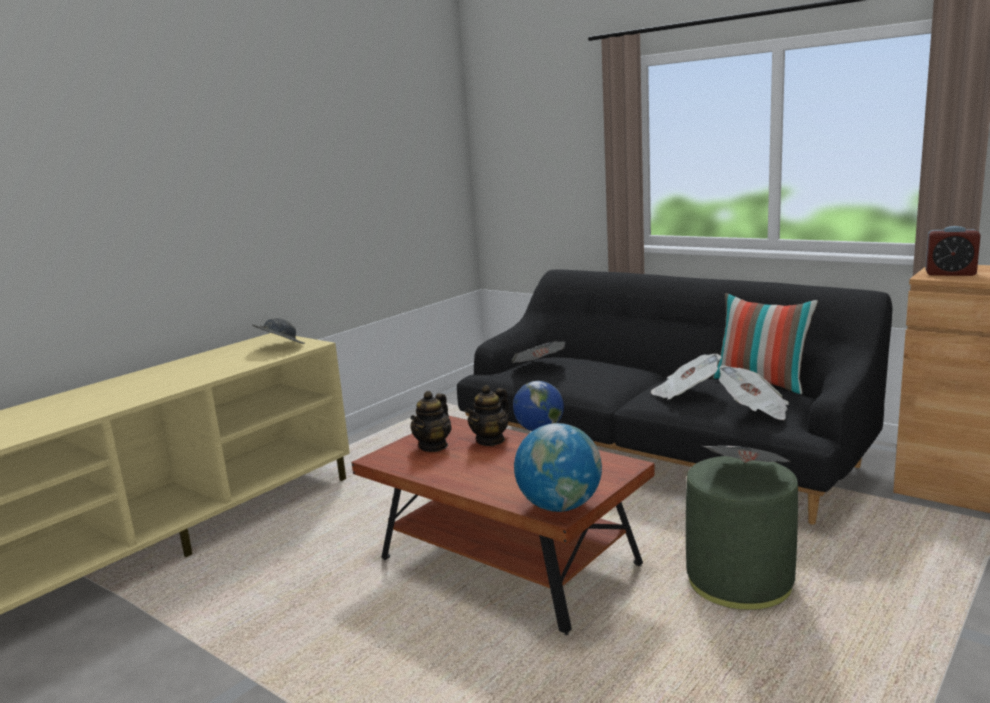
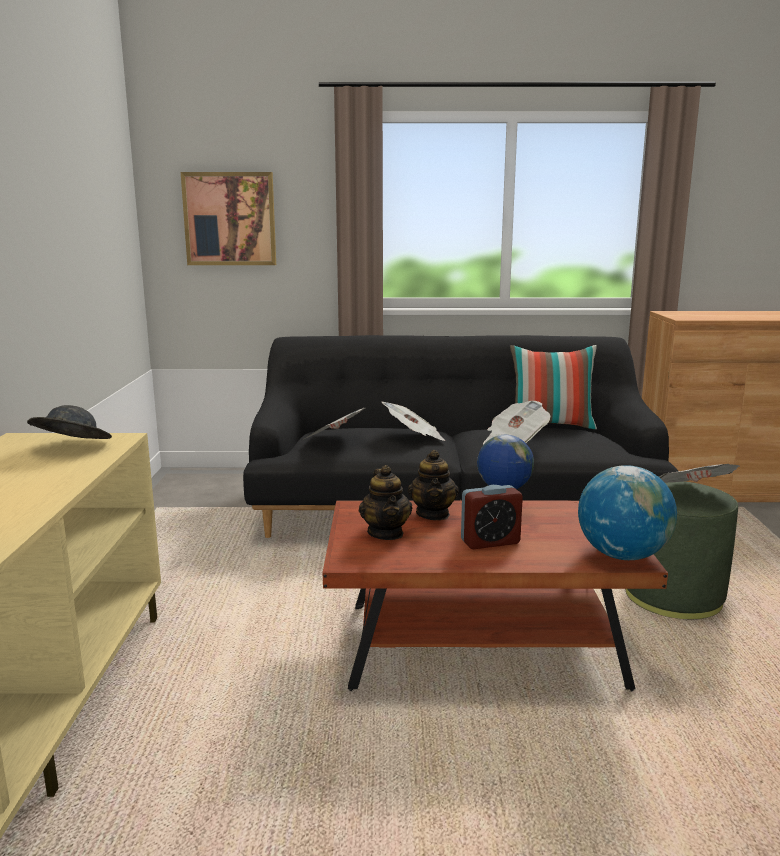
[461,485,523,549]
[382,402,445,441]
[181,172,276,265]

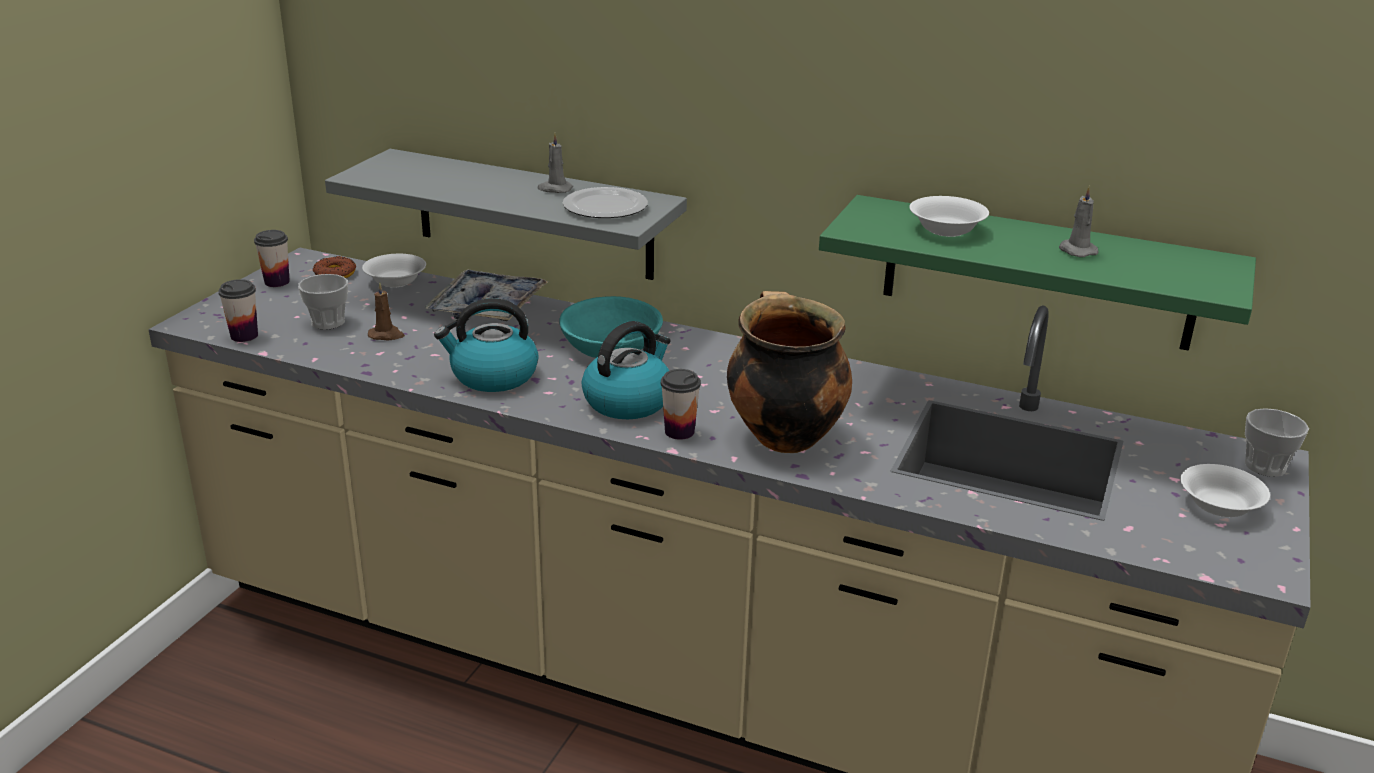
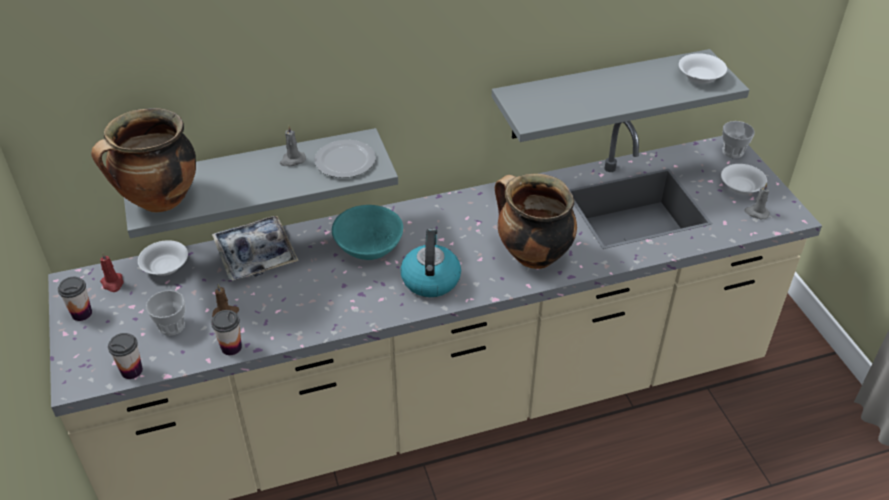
[744,183,770,219]
[492,49,749,142]
[679,53,727,84]
[100,252,124,292]
[434,298,538,392] (first image)
[211,310,242,355]
[91,108,196,213]

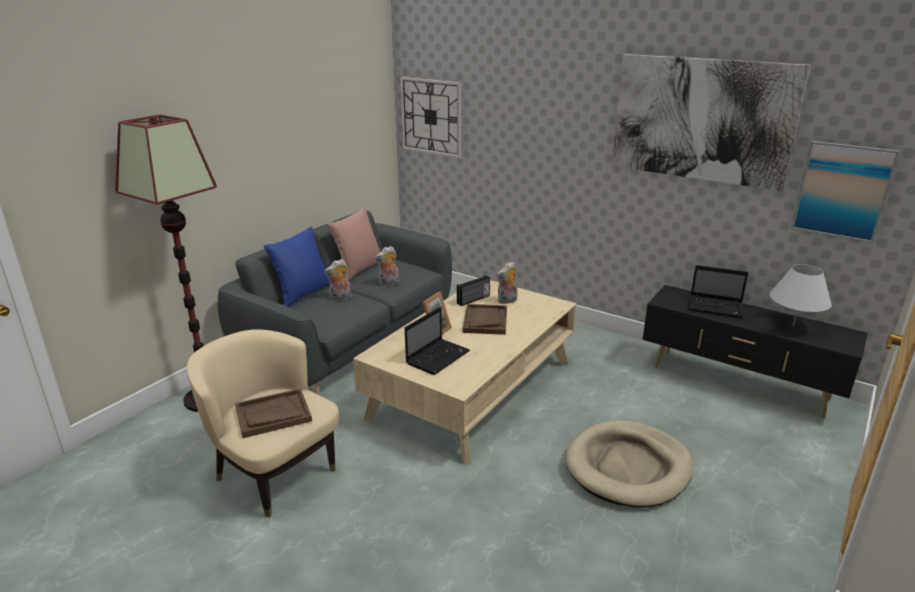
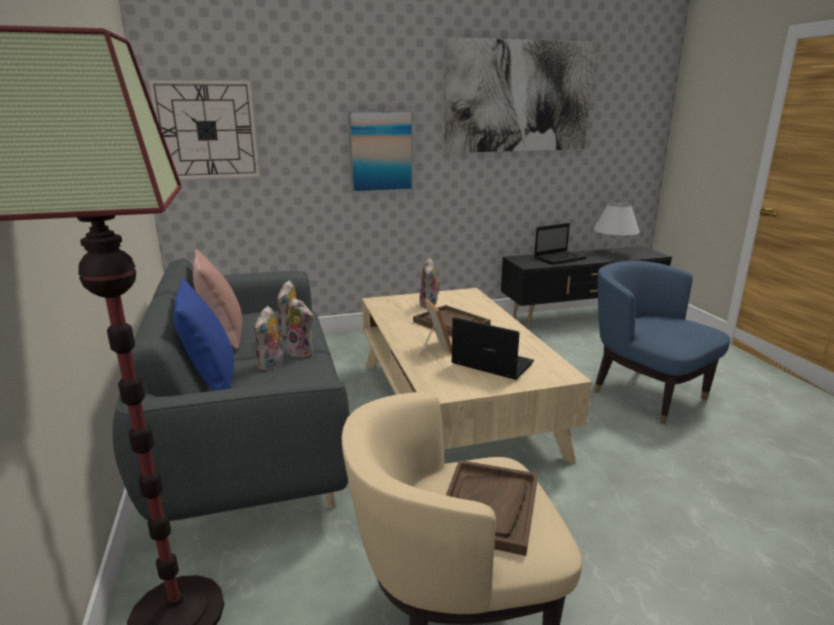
[348,110,413,193]
[457,275,490,306] (first image)
[451,317,534,380]
[593,260,730,424]
[287,298,314,358]

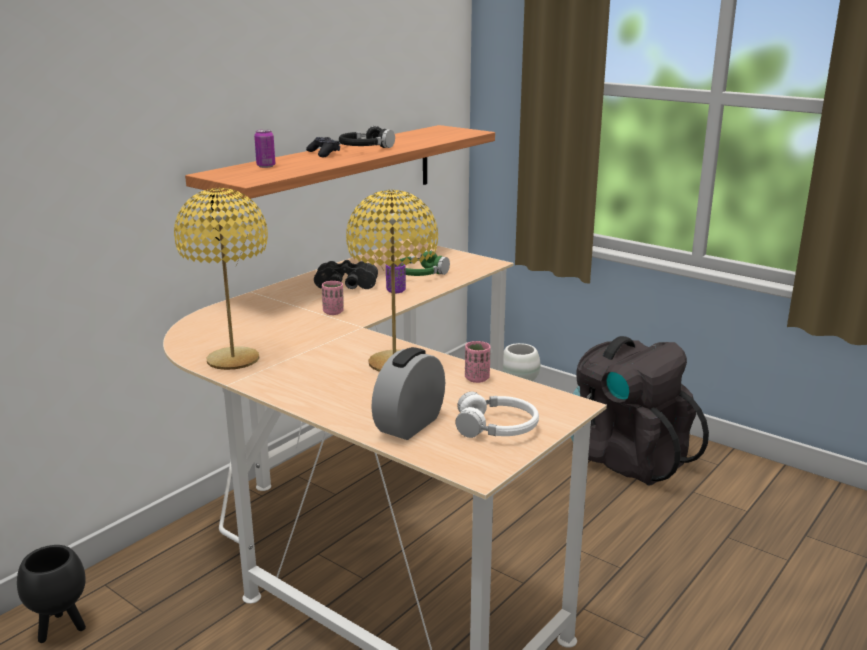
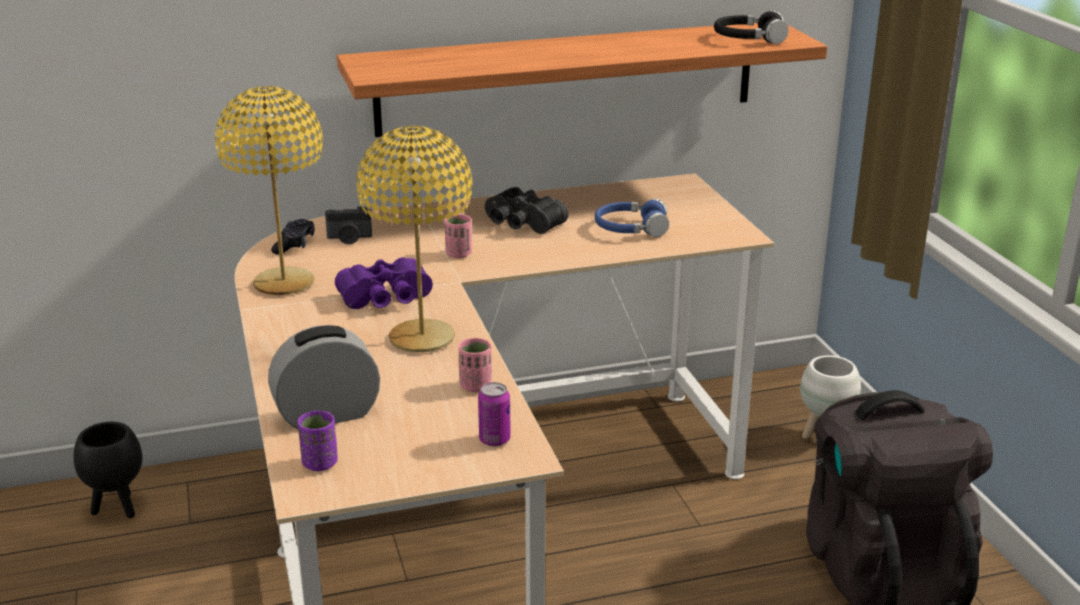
[714,10,789,44]
[478,382,511,447]
[271,219,315,254]
[595,199,669,237]
[298,411,338,471]
[456,392,539,438] (first image)
[325,206,372,244]
[335,257,433,309]

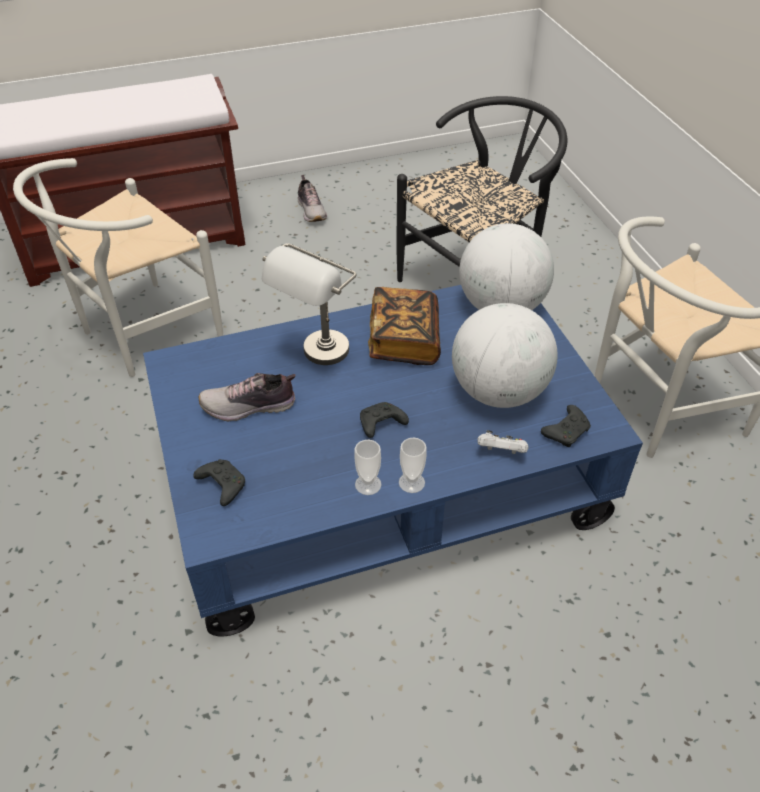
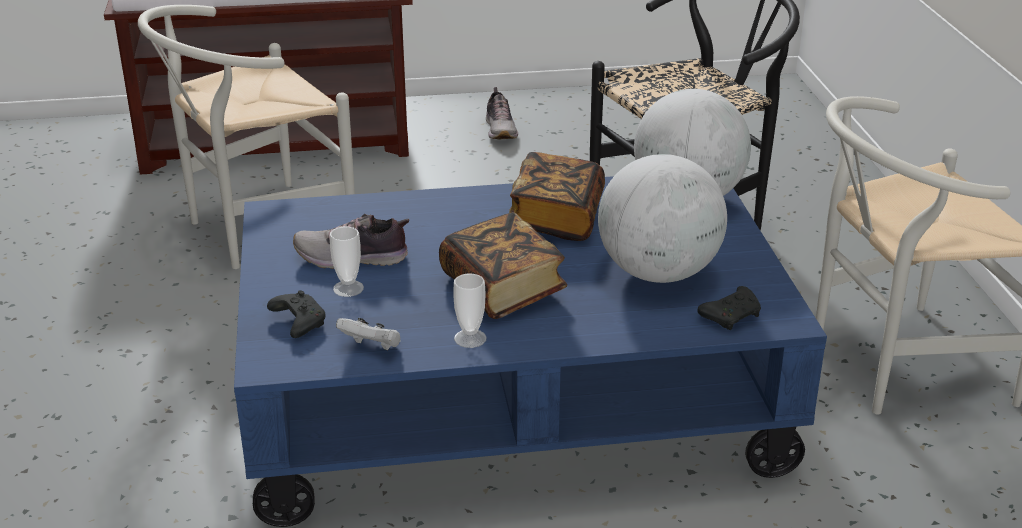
[262,243,357,365] (first image)
[439,212,567,319]
[336,318,401,350]
[330,227,364,297]

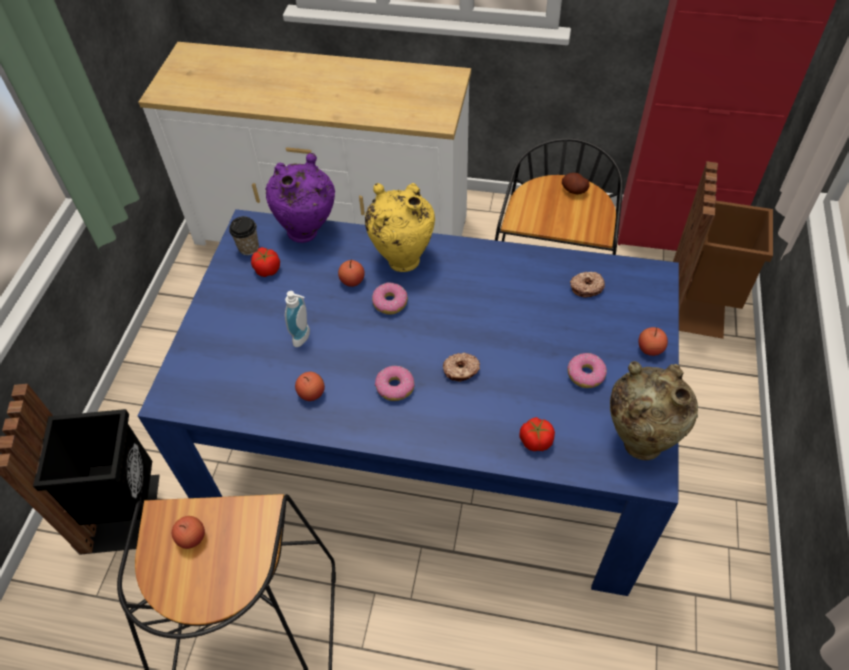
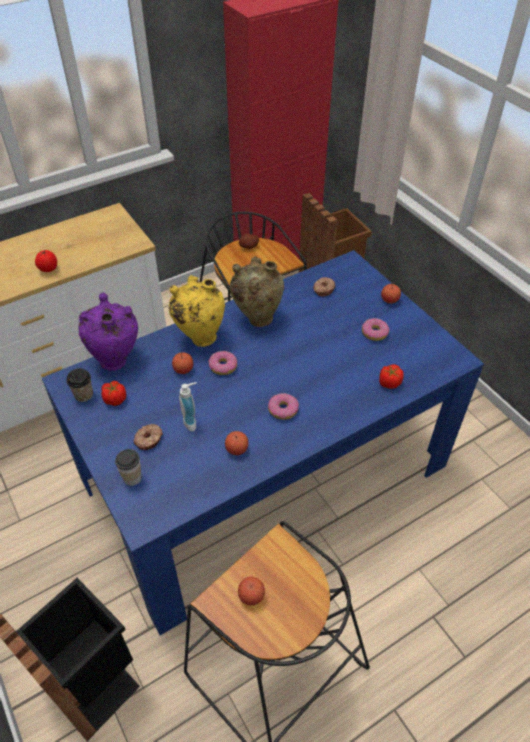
[133,424,163,450]
[229,256,284,327]
[35,250,57,272]
[115,449,141,486]

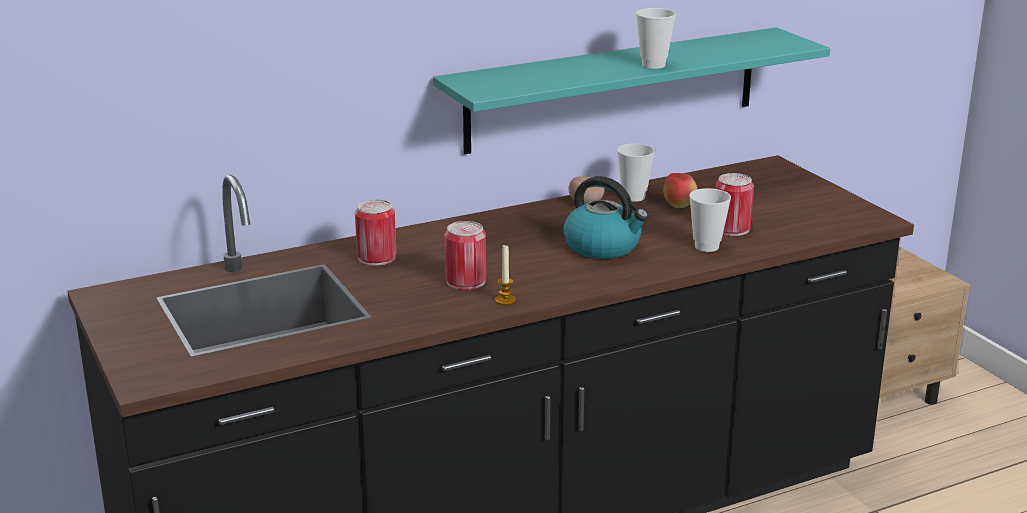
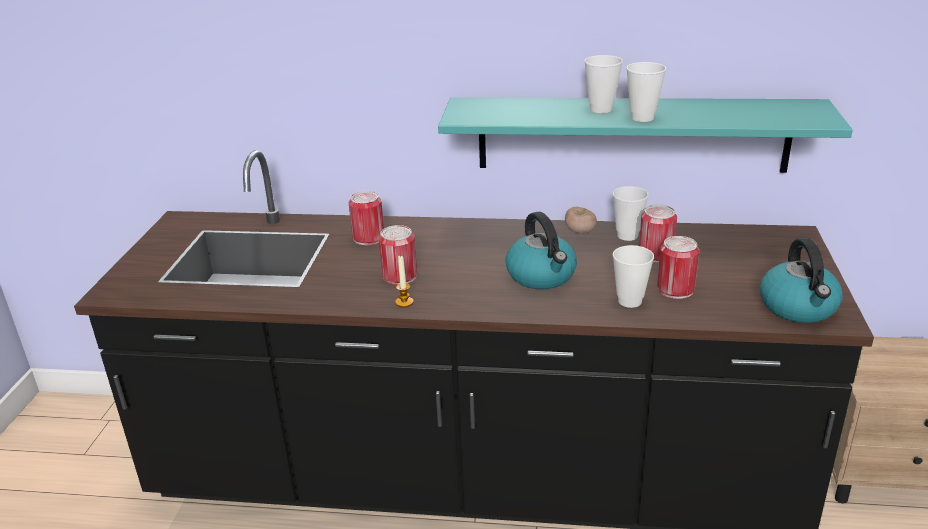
[639,204,677,263]
[584,55,623,113]
[760,238,843,323]

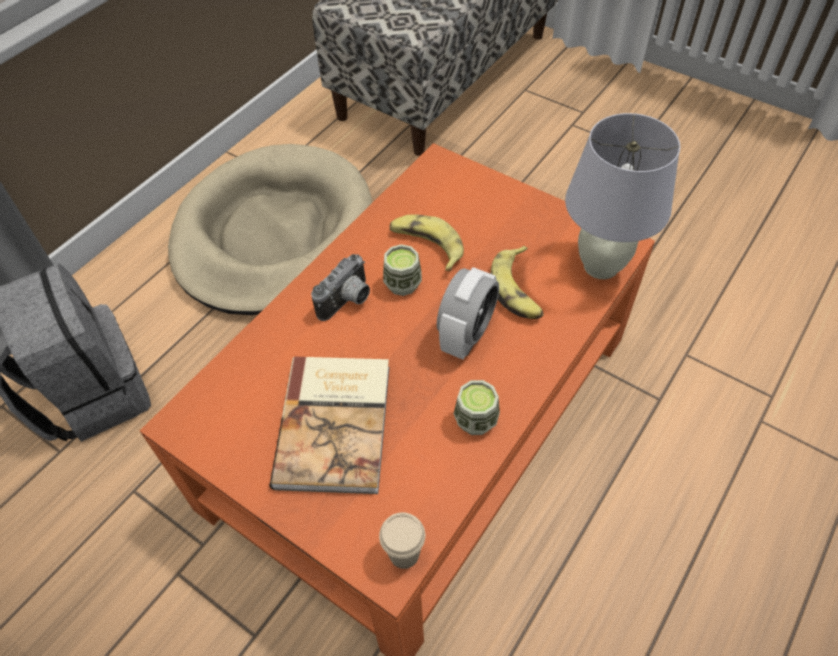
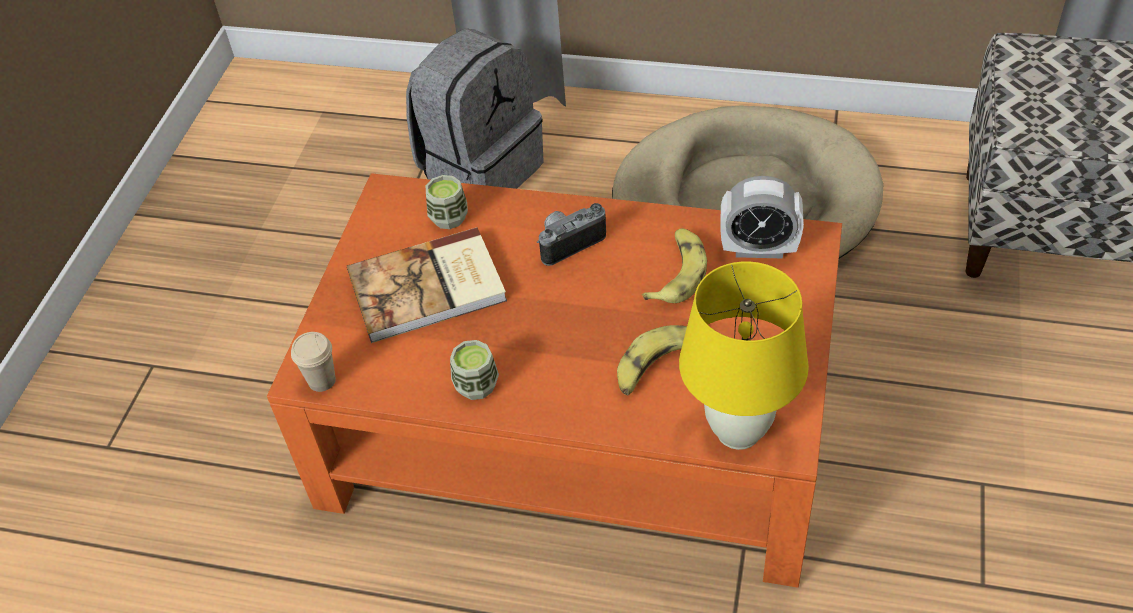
[679,261,809,450]
[426,175,468,229]
[537,203,606,266]
[720,176,804,259]

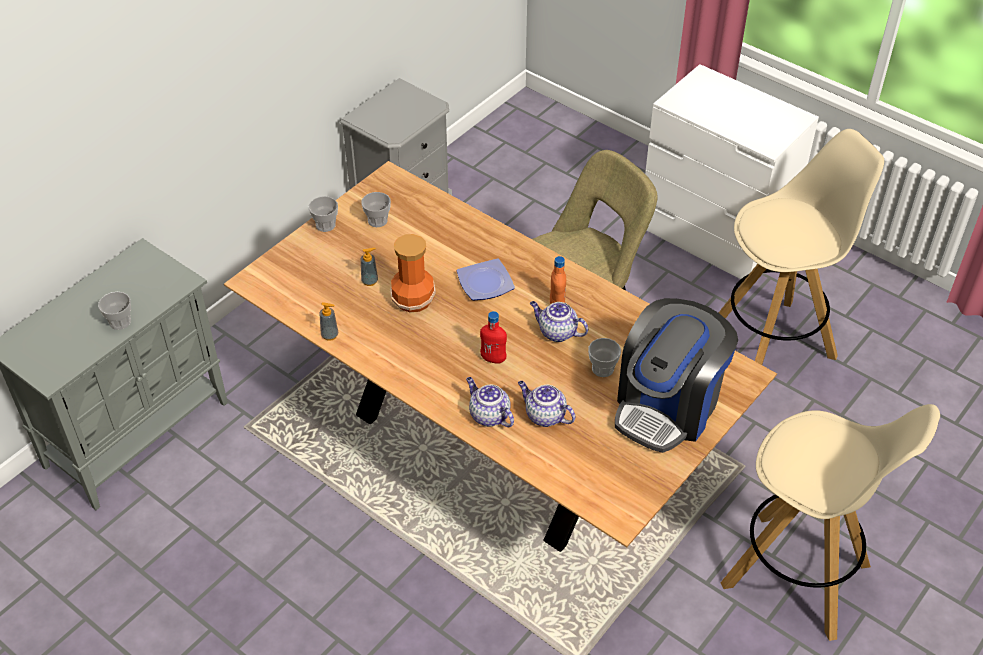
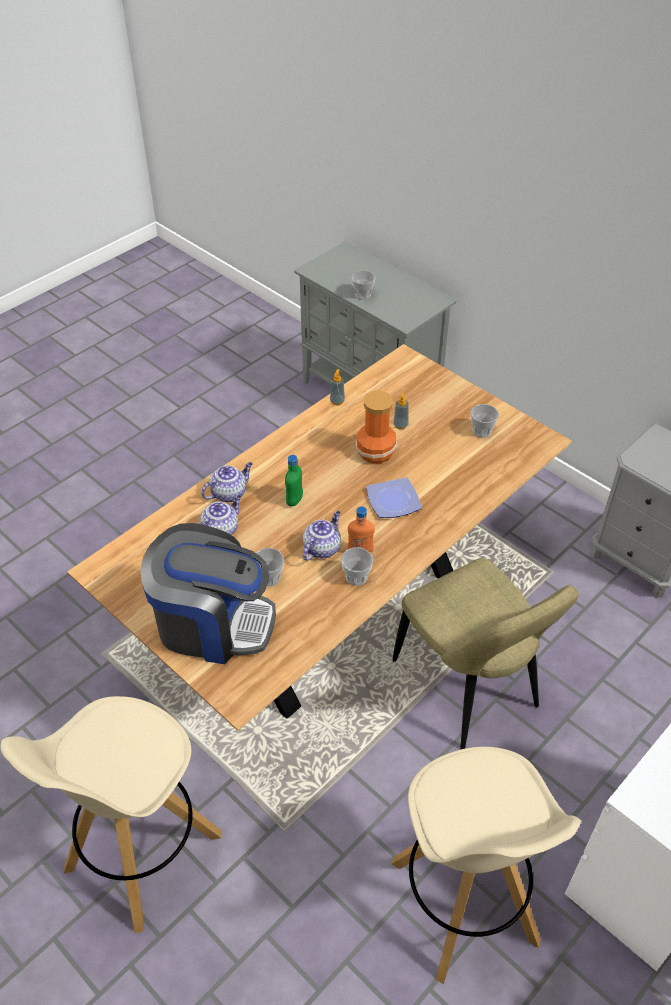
[341,547,373,586]
[140,523,276,664]
[285,455,303,507]

